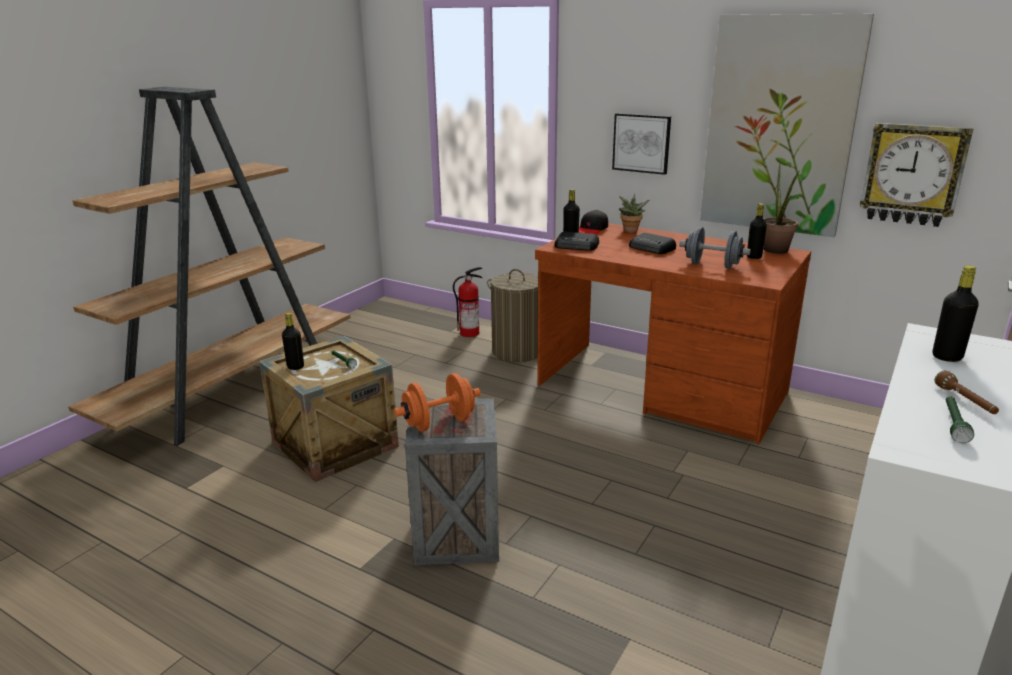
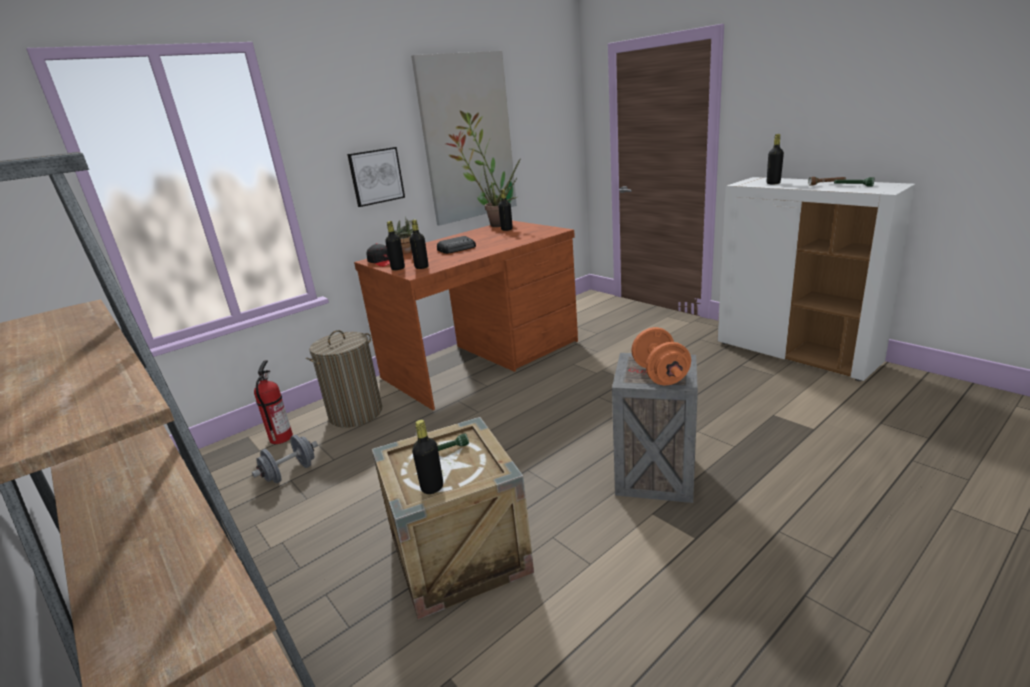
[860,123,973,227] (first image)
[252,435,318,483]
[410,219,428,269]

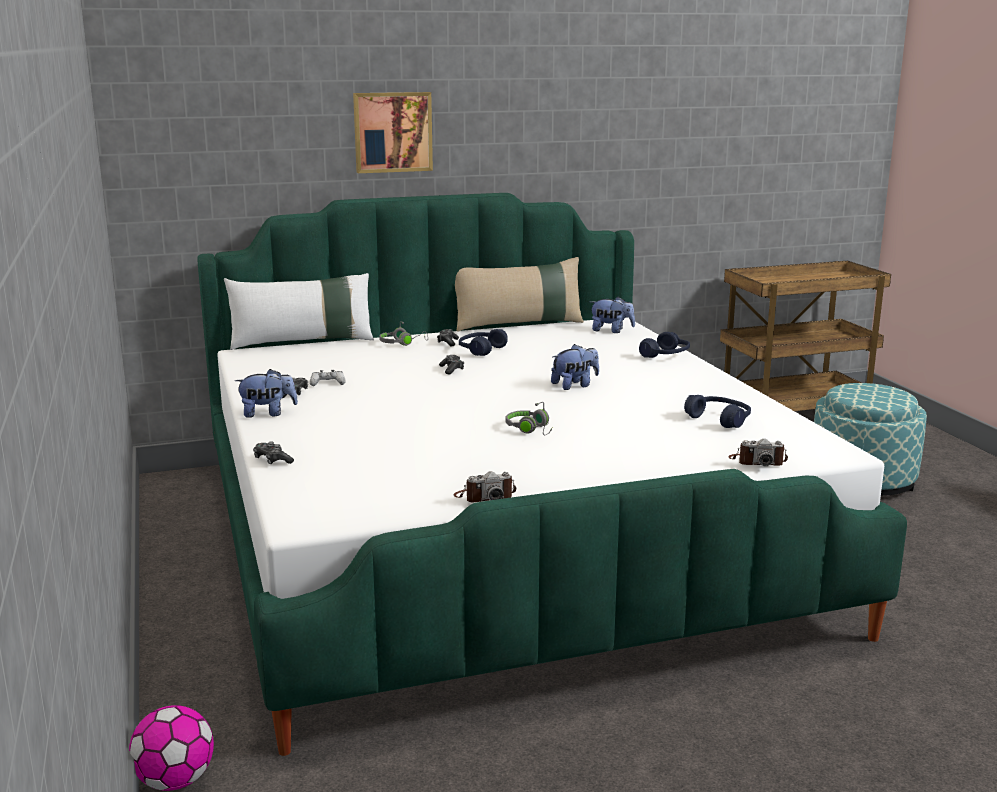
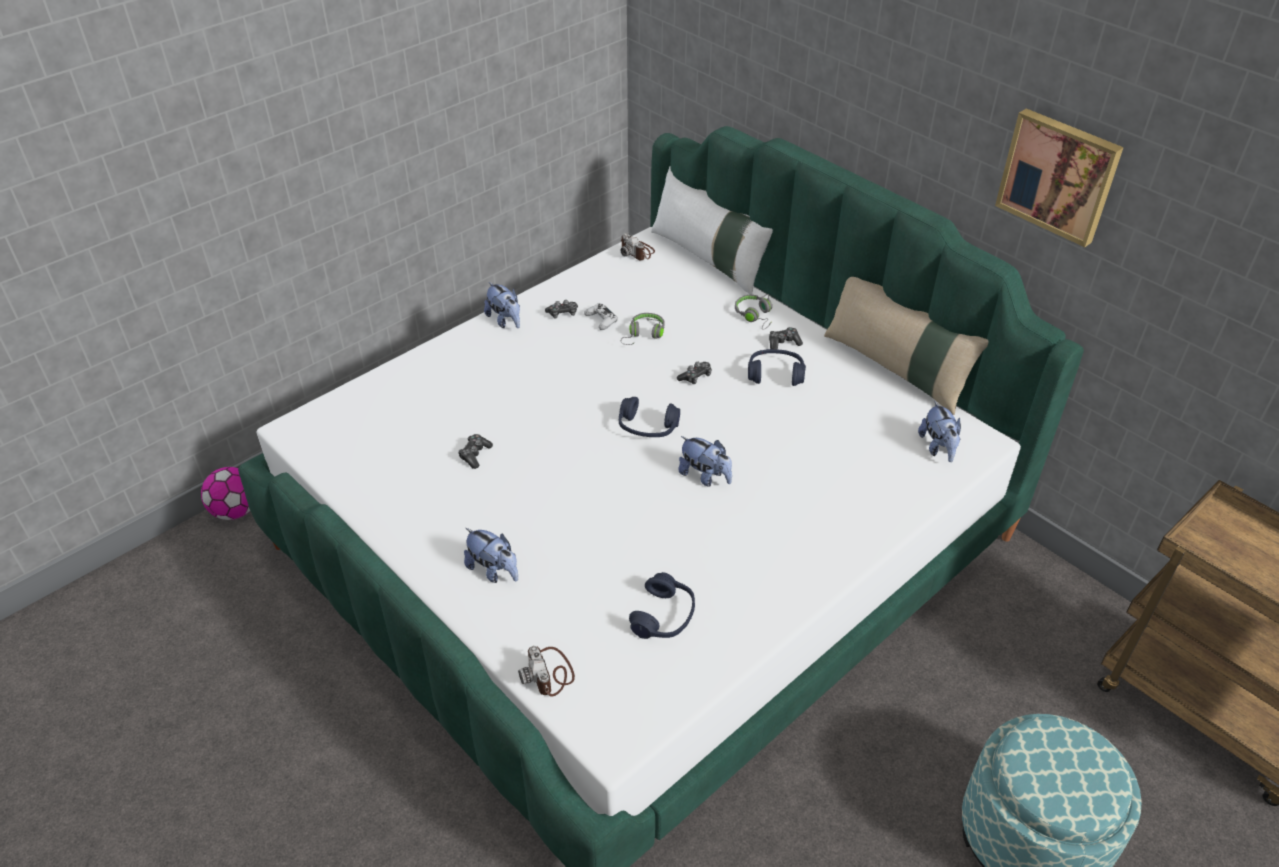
[995,108,1124,247]
[619,397,680,437]
[621,313,665,345]
[458,434,493,469]
[620,233,655,260]
[464,528,518,583]

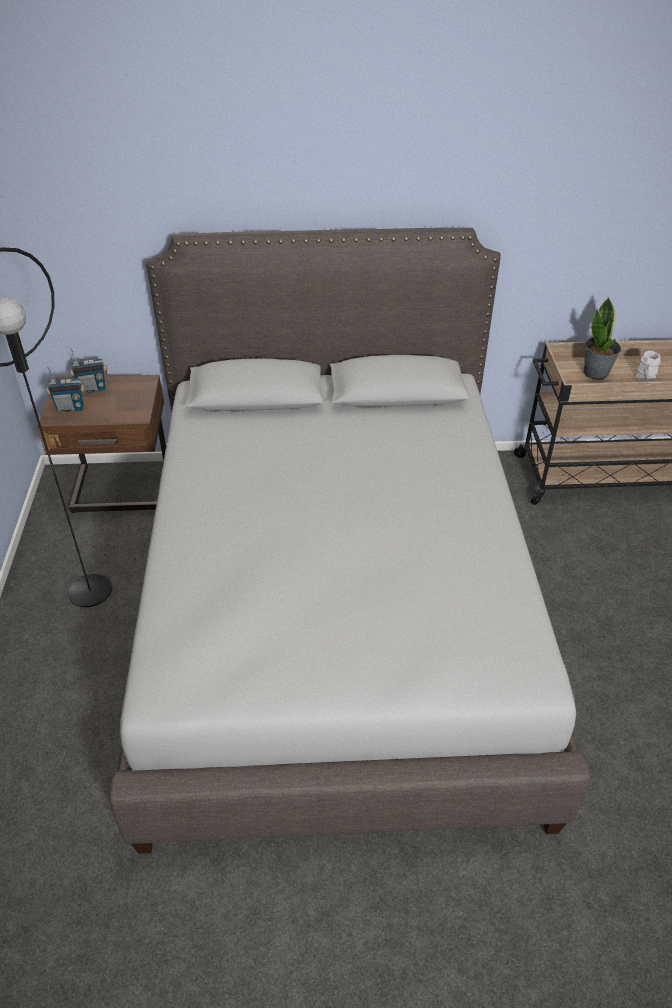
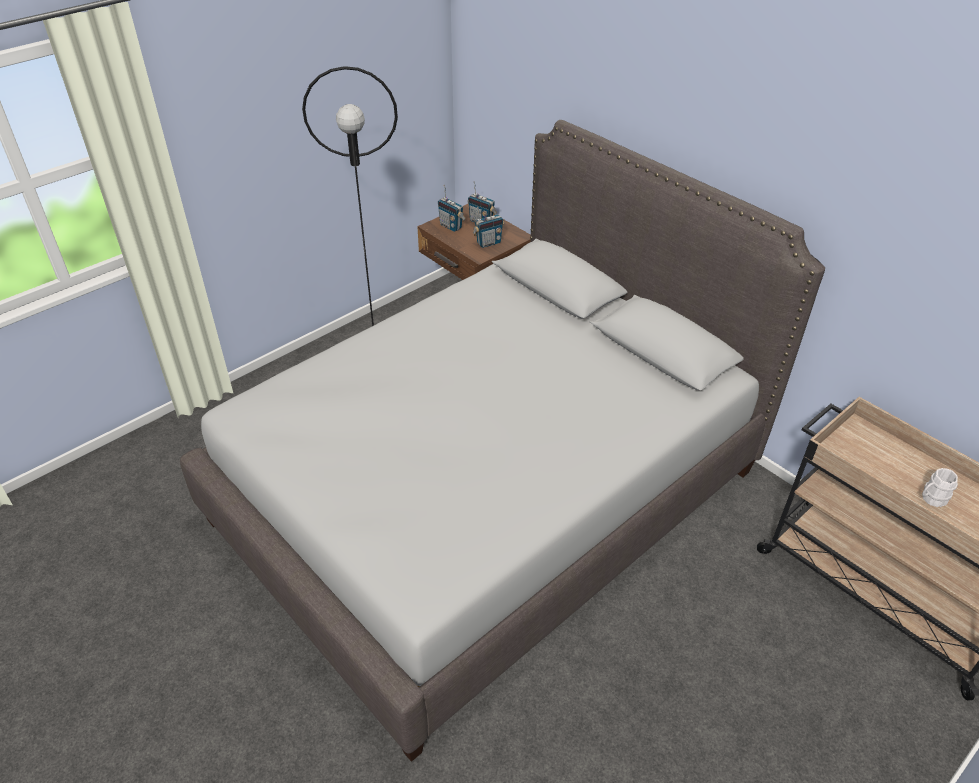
[583,297,621,380] (first image)
[473,207,504,248]

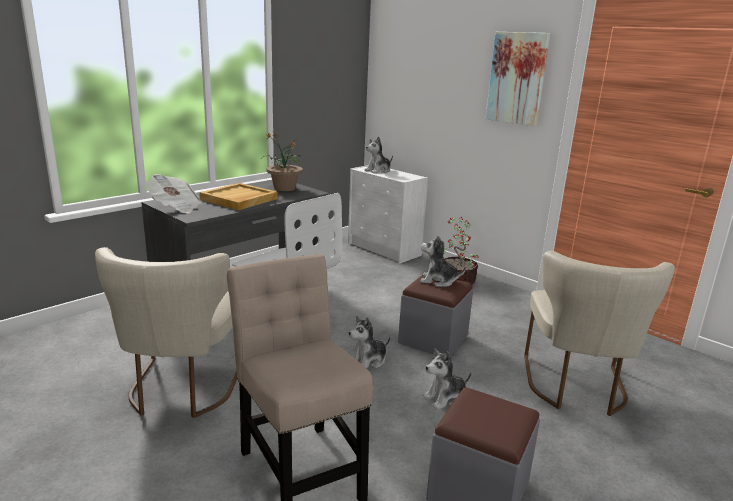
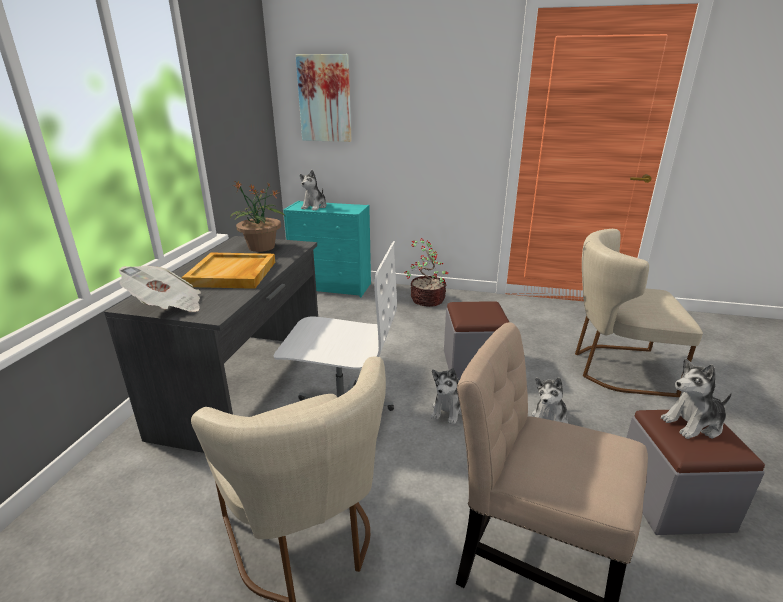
[296,54,352,142]
[283,201,371,297]
[661,358,732,439]
[575,229,703,397]

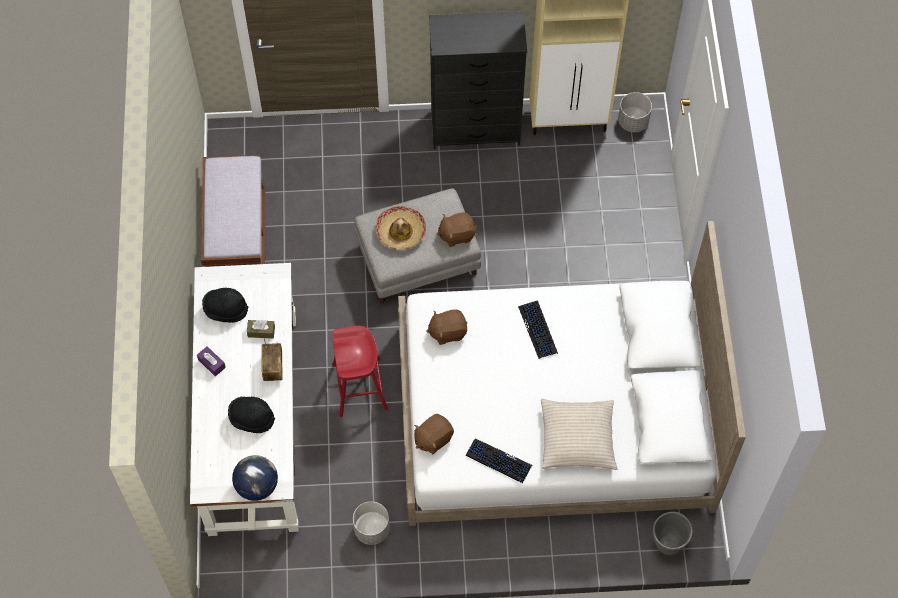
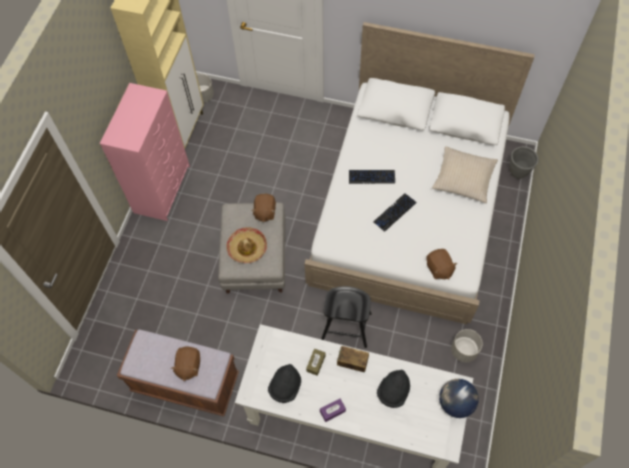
[100,83,190,221]
[171,347,200,381]
[321,286,372,348]
[374,193,416,232]

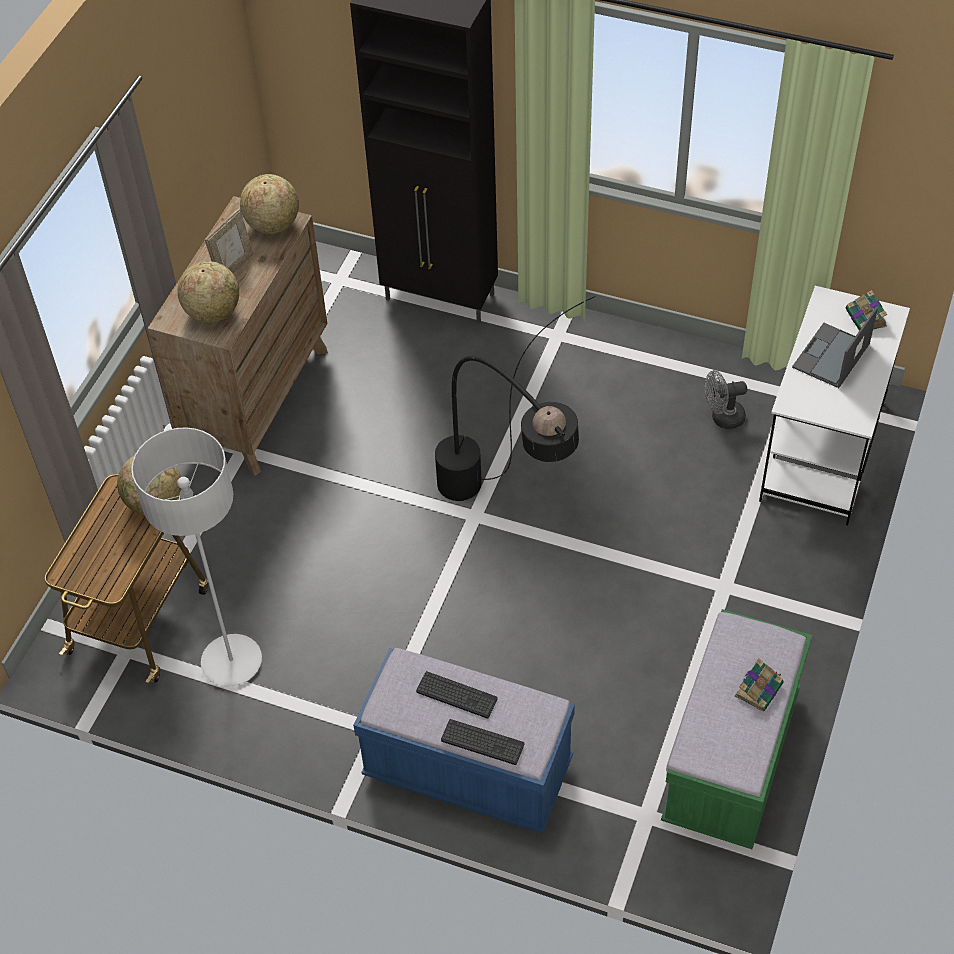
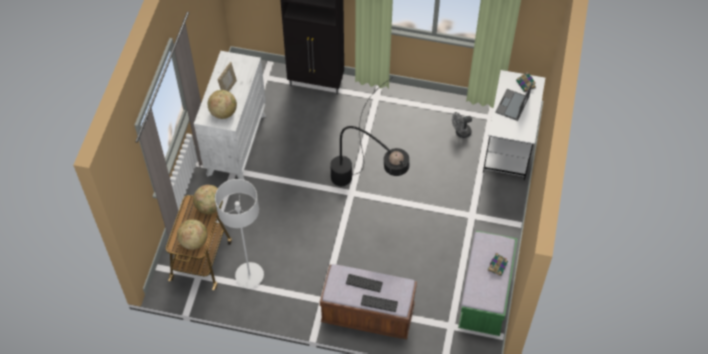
[177,219,208,250]
[194,51,266,180]
[320,264,417,339]

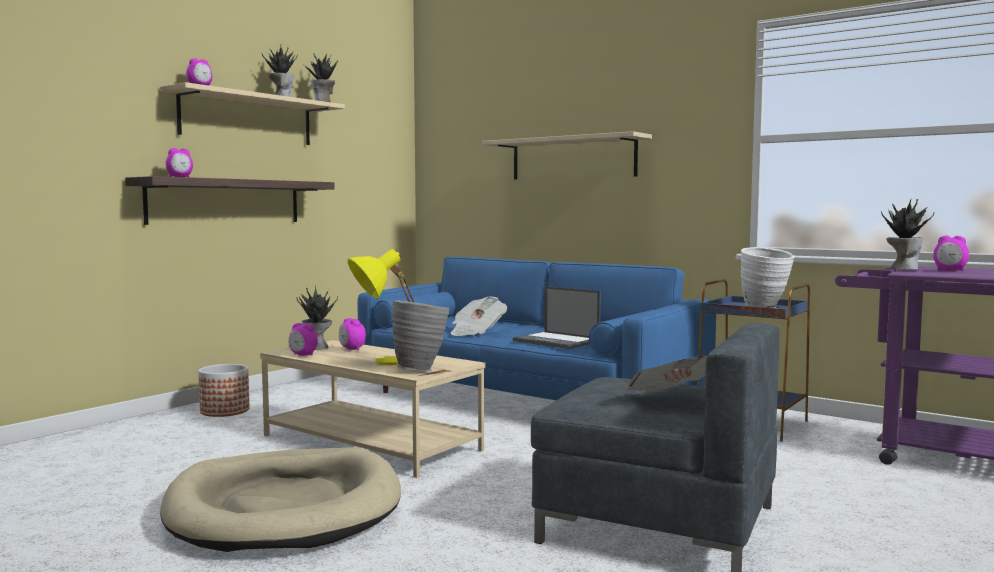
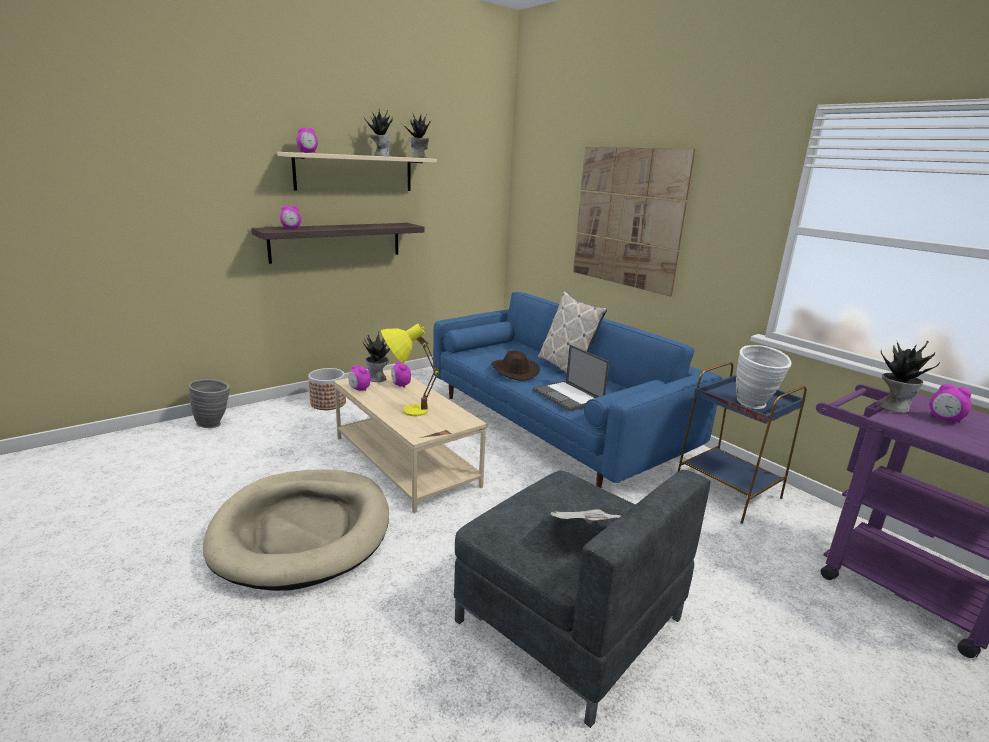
[573,147,695,297]
[491,351,540,381]
[189,379,230,428]
[538,291,607,373]

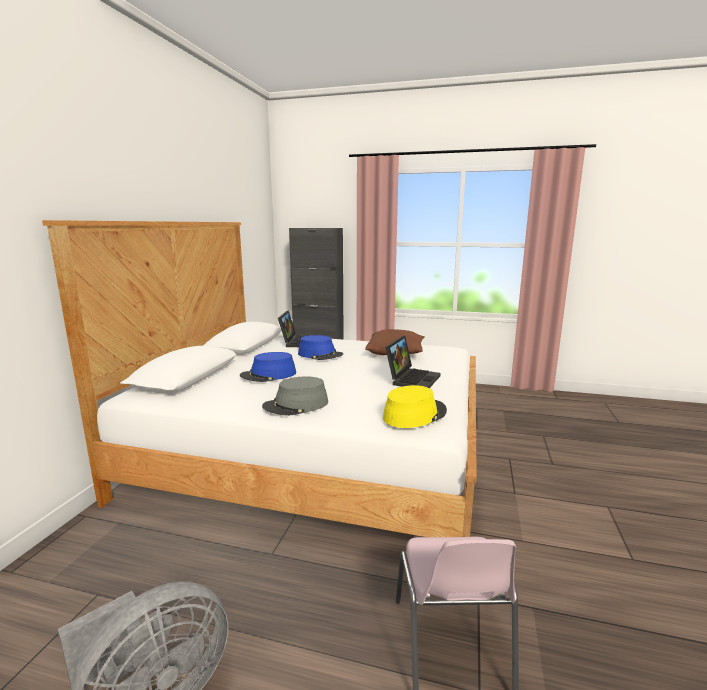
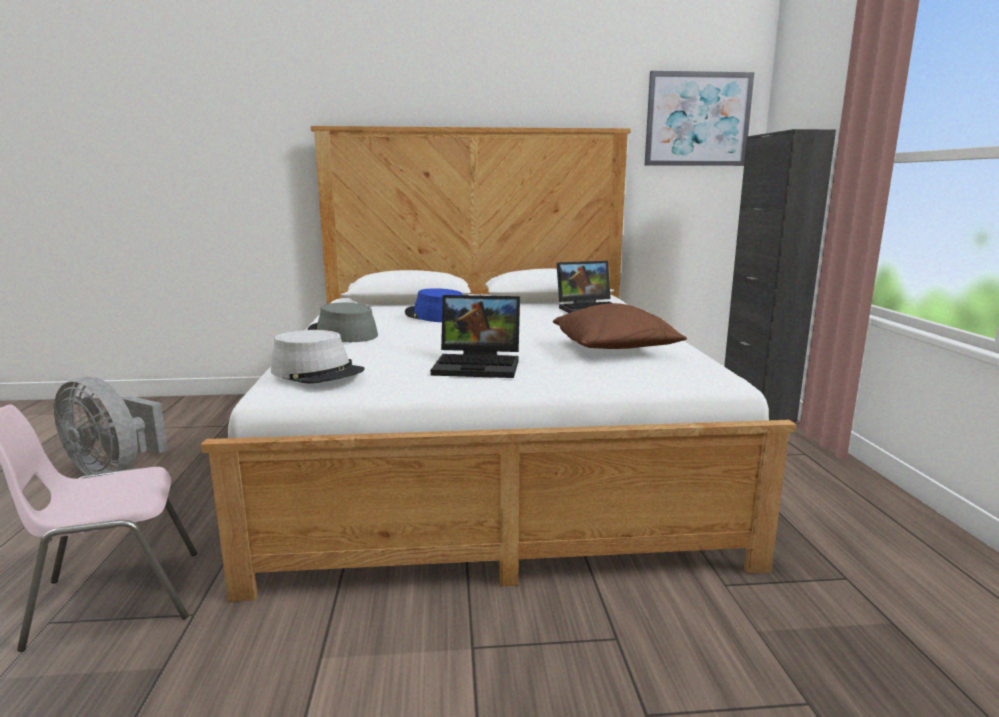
[298,335,343,360] (first image)
[271,330,365,384]
[645,71,754,166]

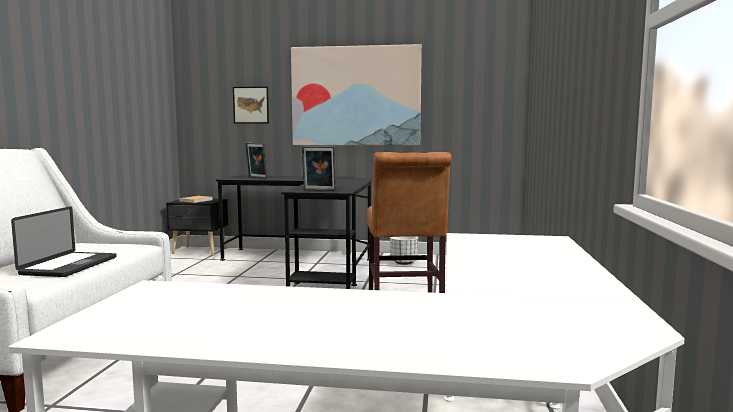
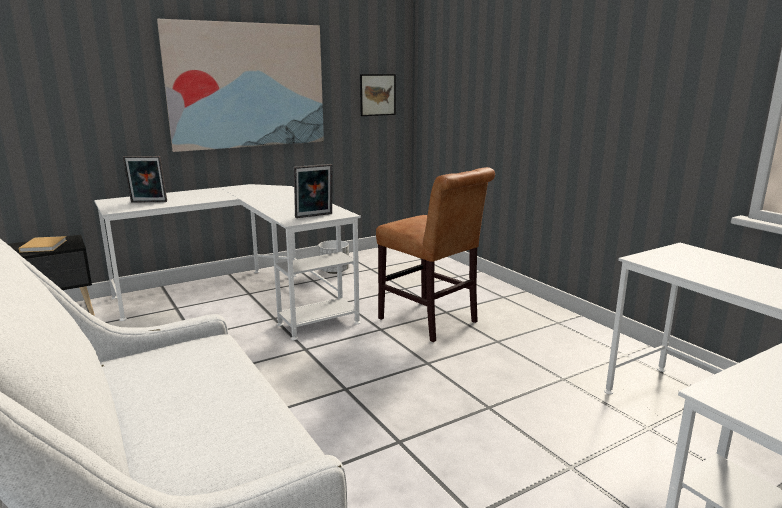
[360,74,396,116]
[94,184,361,340]
[11,206,117,277] (first image)

